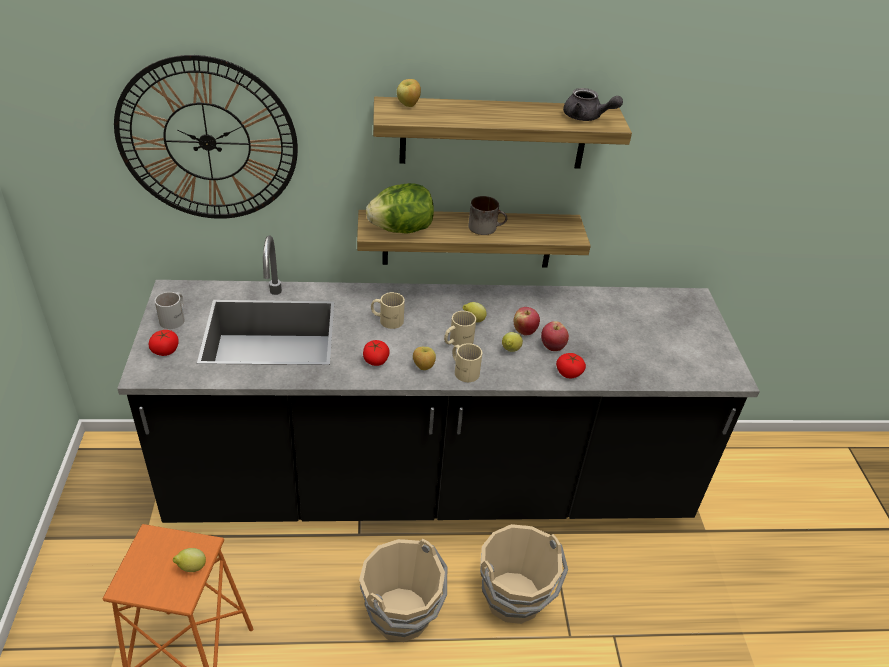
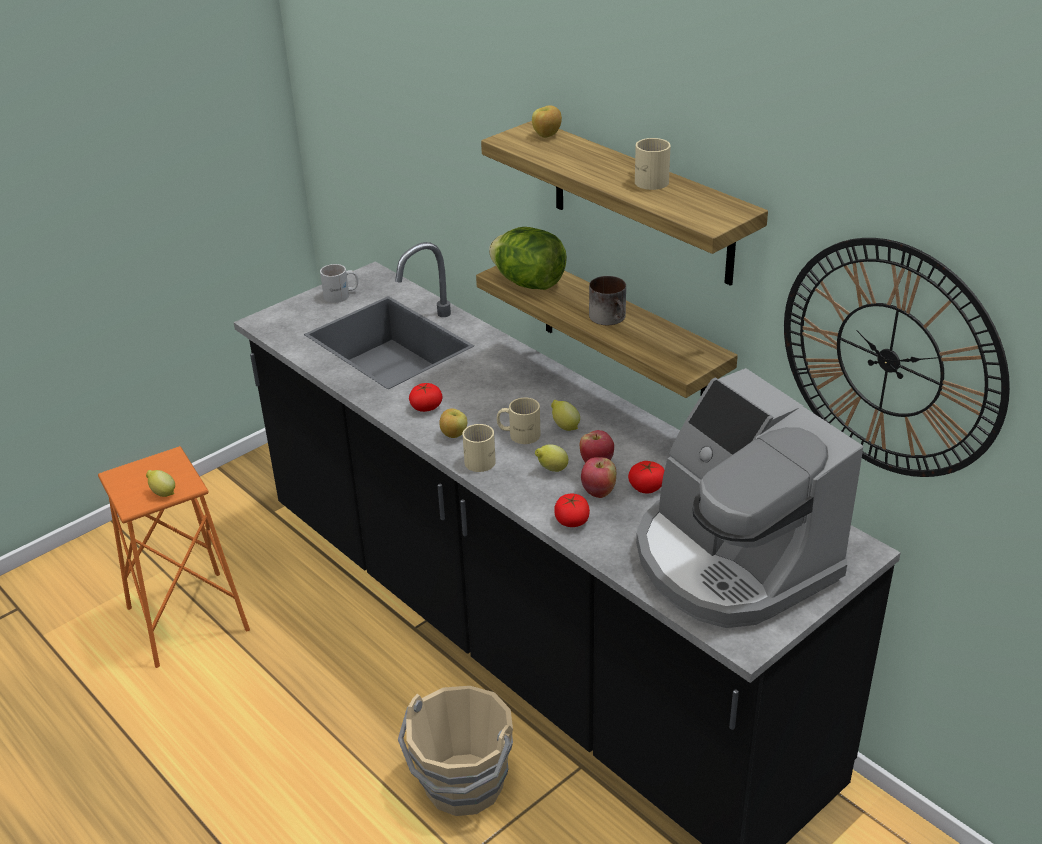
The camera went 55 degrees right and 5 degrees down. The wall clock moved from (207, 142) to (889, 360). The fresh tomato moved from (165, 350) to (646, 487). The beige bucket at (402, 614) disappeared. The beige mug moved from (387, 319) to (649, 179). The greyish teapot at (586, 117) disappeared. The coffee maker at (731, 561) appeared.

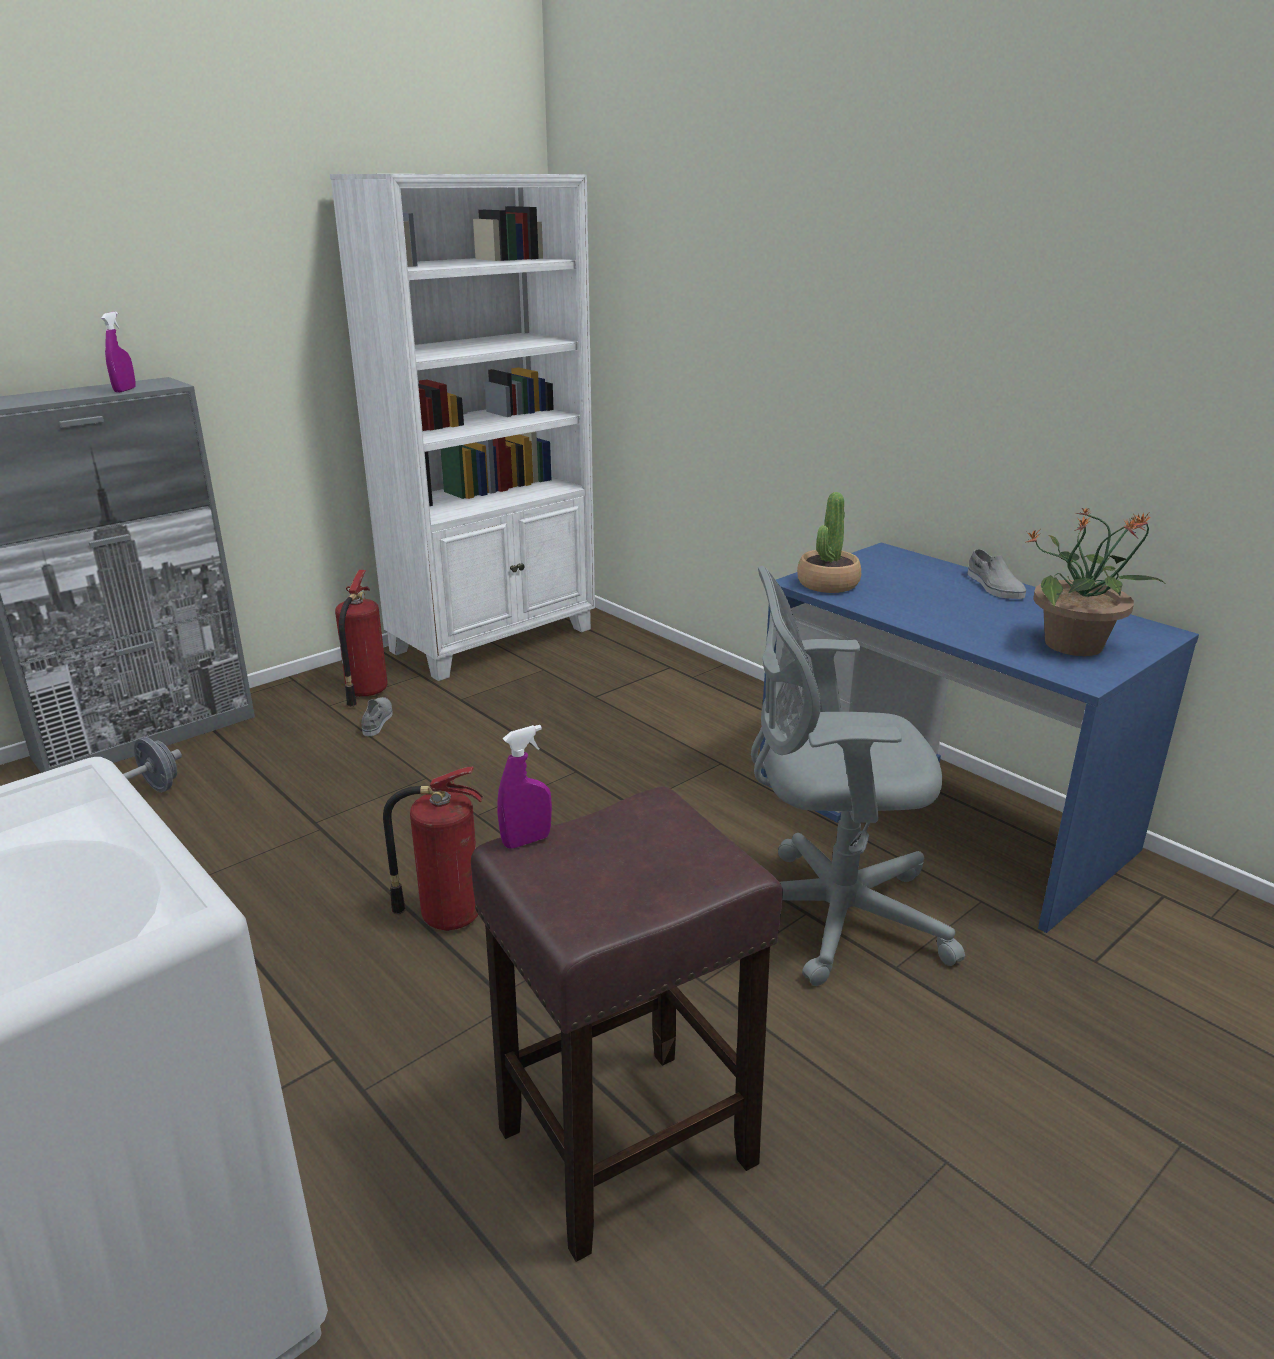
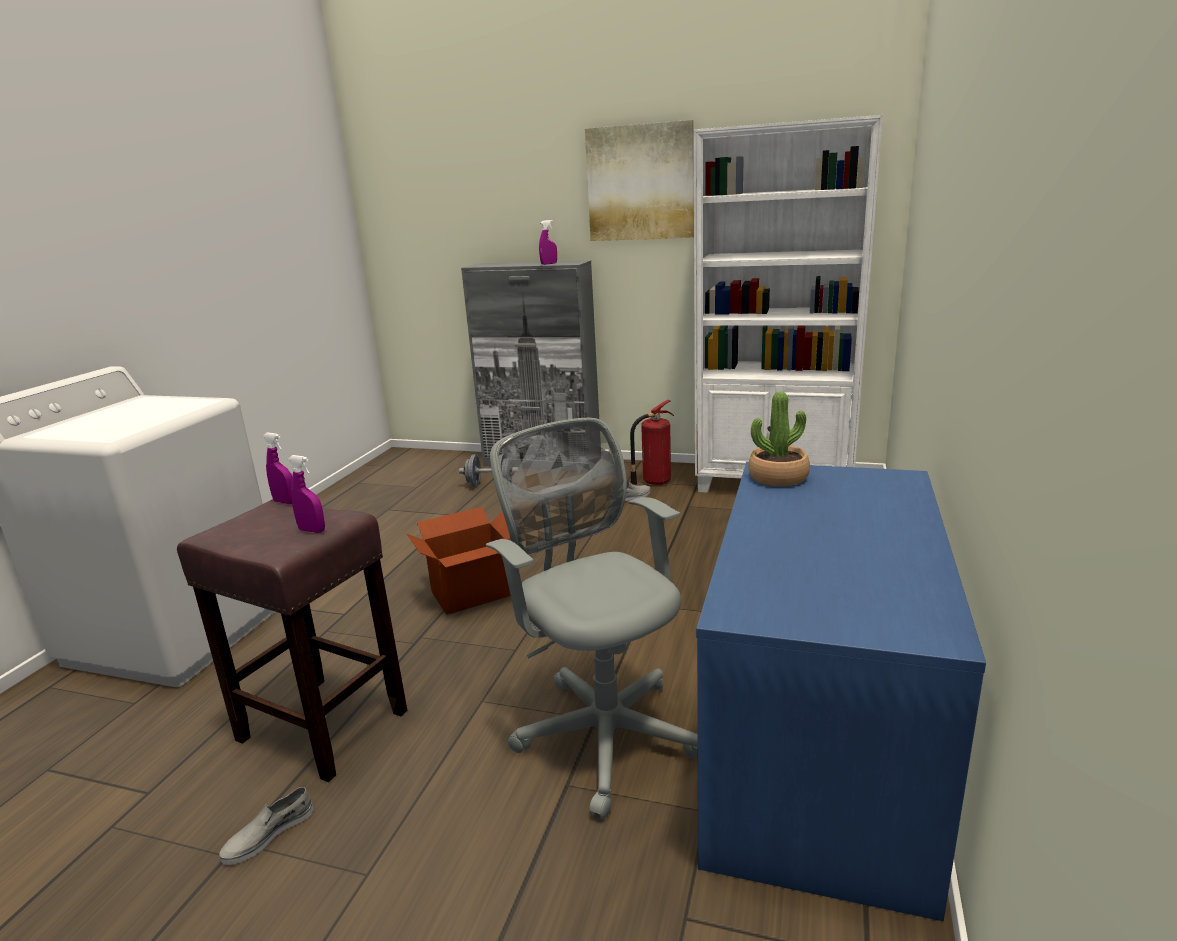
The camera went 60 degrees right and 5 degrees down. The extinguisher at (447, 916) was replaced by the cardboard box at (472, 594). The greyish shoe moved from (994, 586) to (268, 834). The potted plant at (1075, 645) disappeared. The purplish sprayer at (312, 530) appeared. The wall picture at (640, 183) appeared.

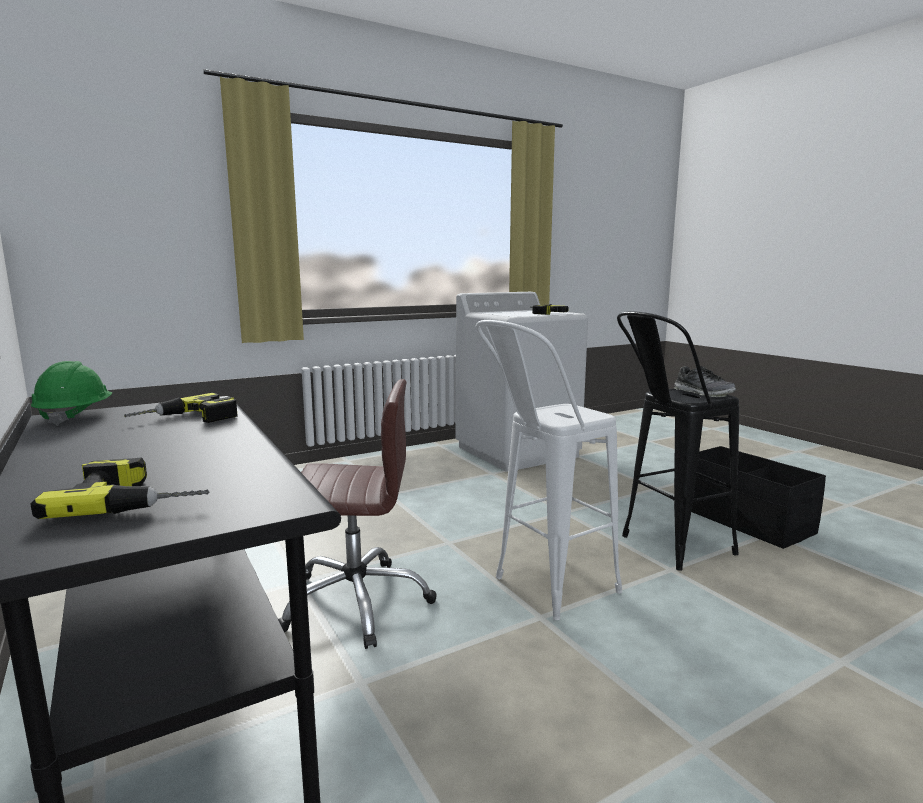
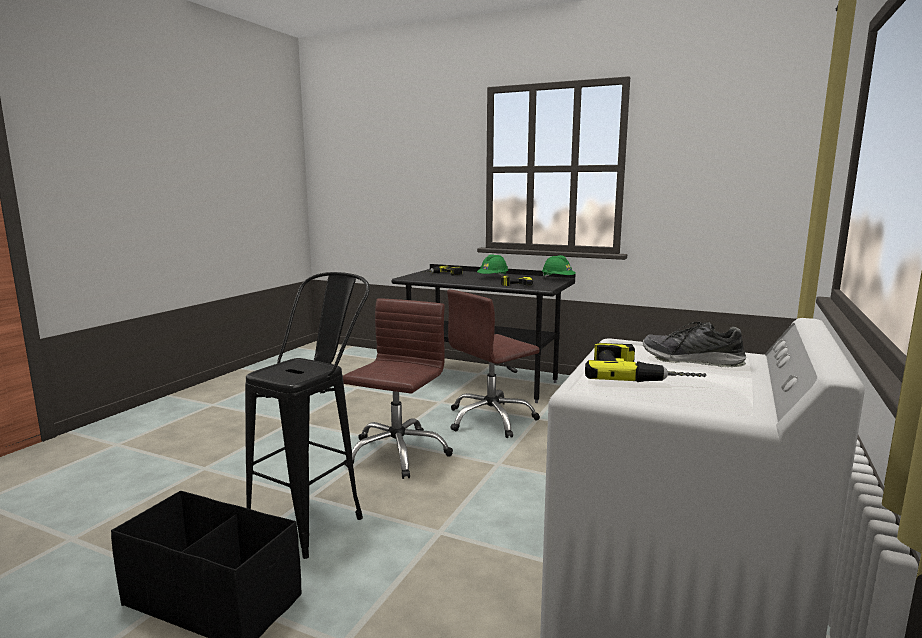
The camera went 145 degrees right and 0 degrees up. The white stool at (542, 591) was replaced by the brownish computer chair at (397, 453). The shoe moved from (703, 393) to (692, 360). The greenish hard hat at (493, 278) appeared.

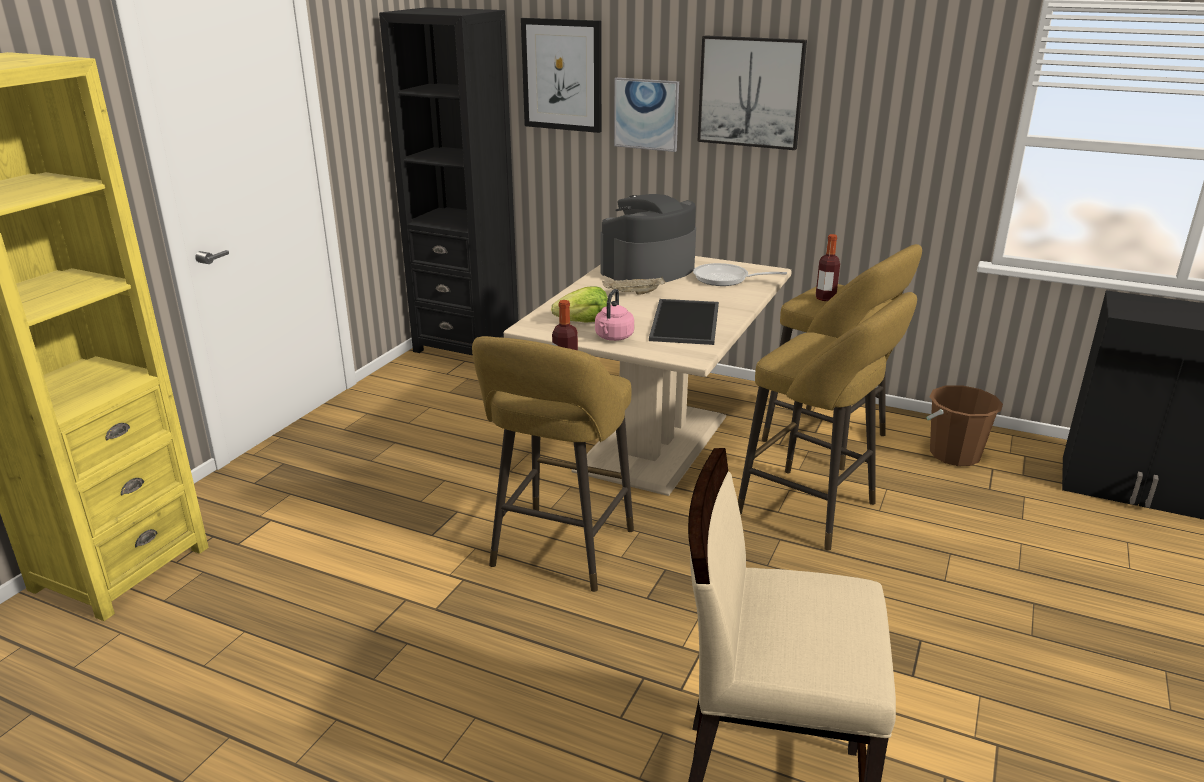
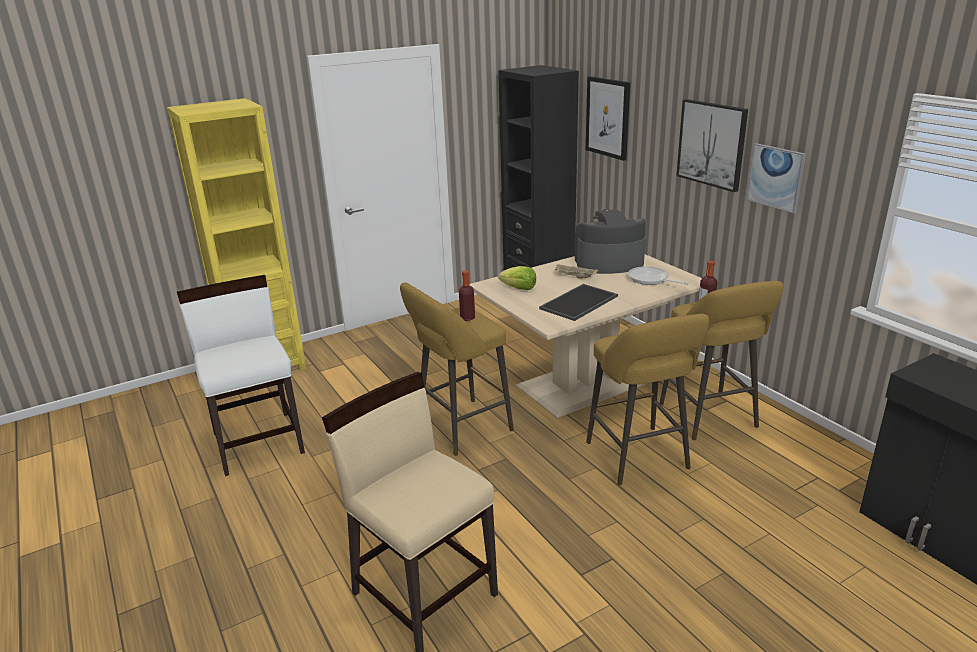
The camera went 35 degrees right and 0 degrees up. The pinkish water kettle at (613, 337) disappeared. The wall picture moved from (646, 114) to (776, 177). The brownish bucket at (954, 455) disappeared. The white chair at (258, 441) appeared.

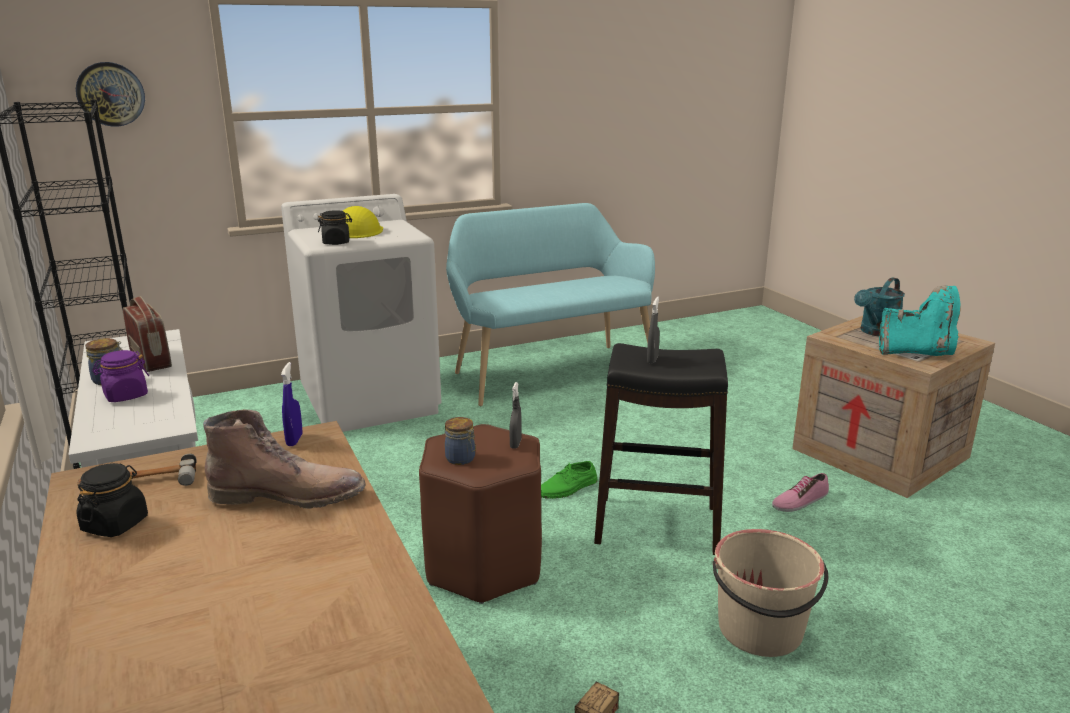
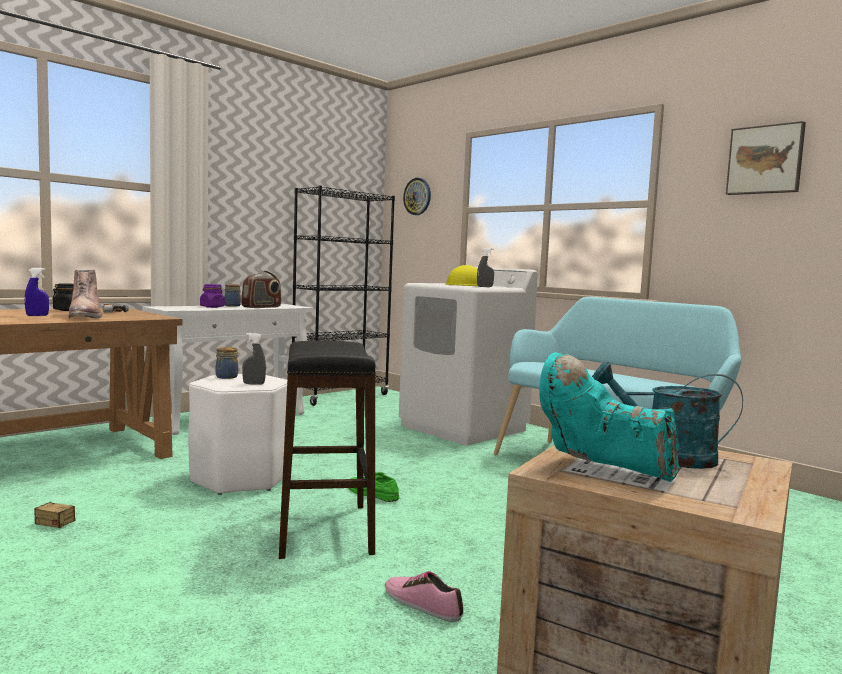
The camera went 70 degrees right and 15 degrees down. The bluish sprayer moved from (294, 440) to (37, 315). The black preserve jar at (336, 242) disappeared. The brownish stool at (484, 566) became the white stool at (240, 479). The greyish sprayer moved from (652, 359) to (485, 287). The beige bucket at (760, 630) disappeared. The turquoise-coloured tall boot at (917, 353) turned 135 degrees clockwise. The wall picture at (765, 160) appeared.

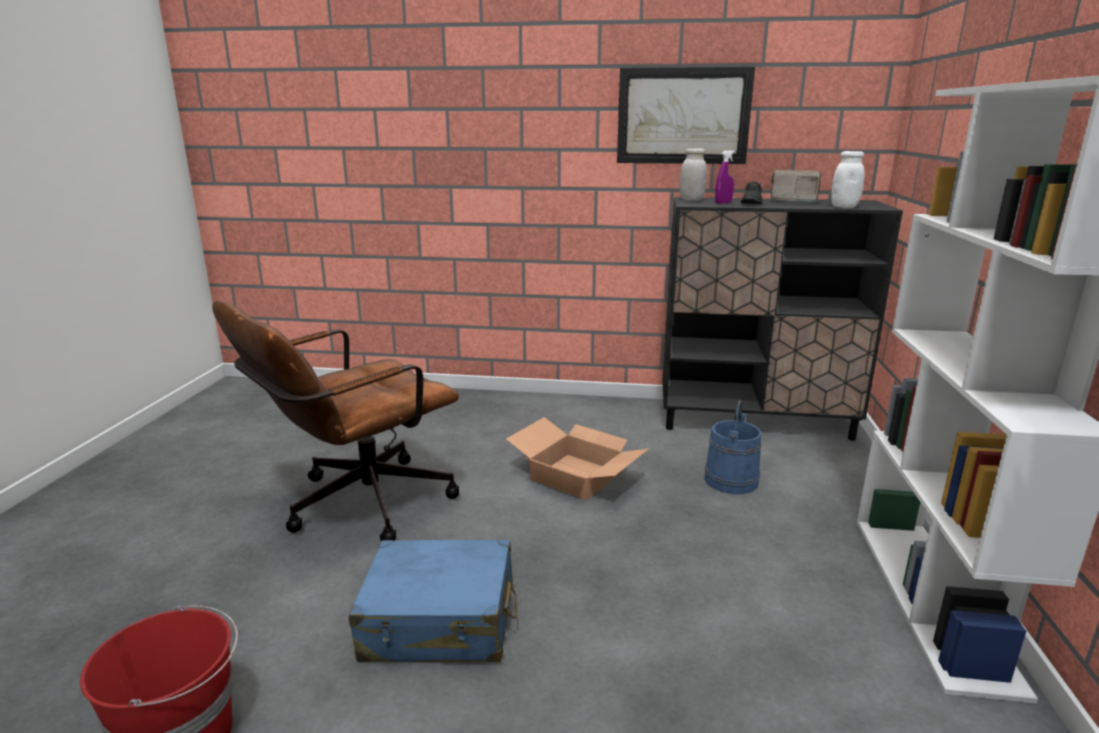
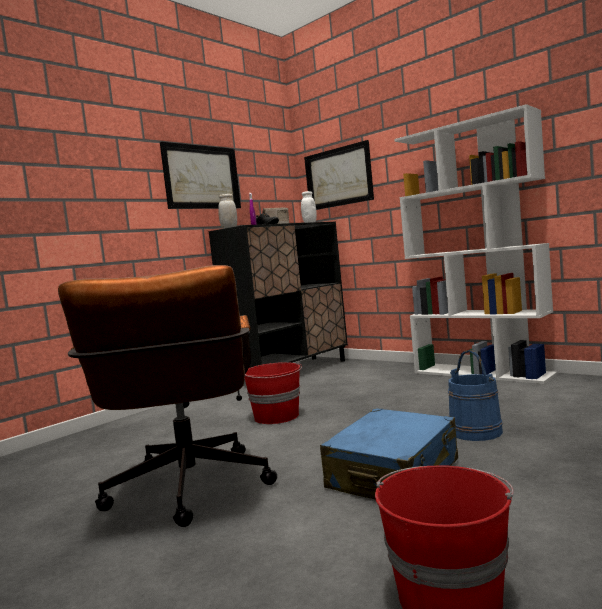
The camera went 55 degrees left and 15 degrees down. The cardboard box at (577, 476) was replaced by the reddish bucket at (277, 417). The bluish bucket moved from (730, 480) to (475, 431). The wall picture at (338, 177) appeared.

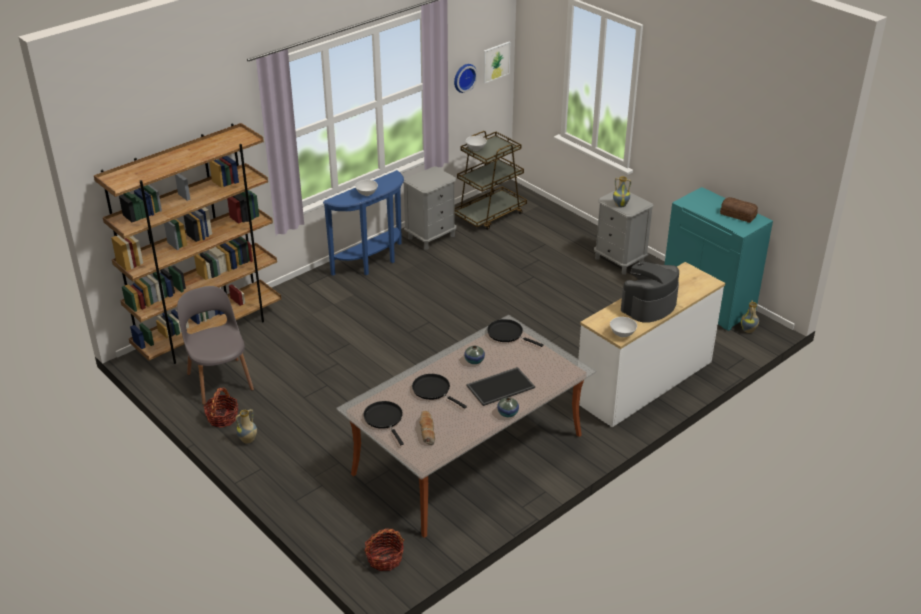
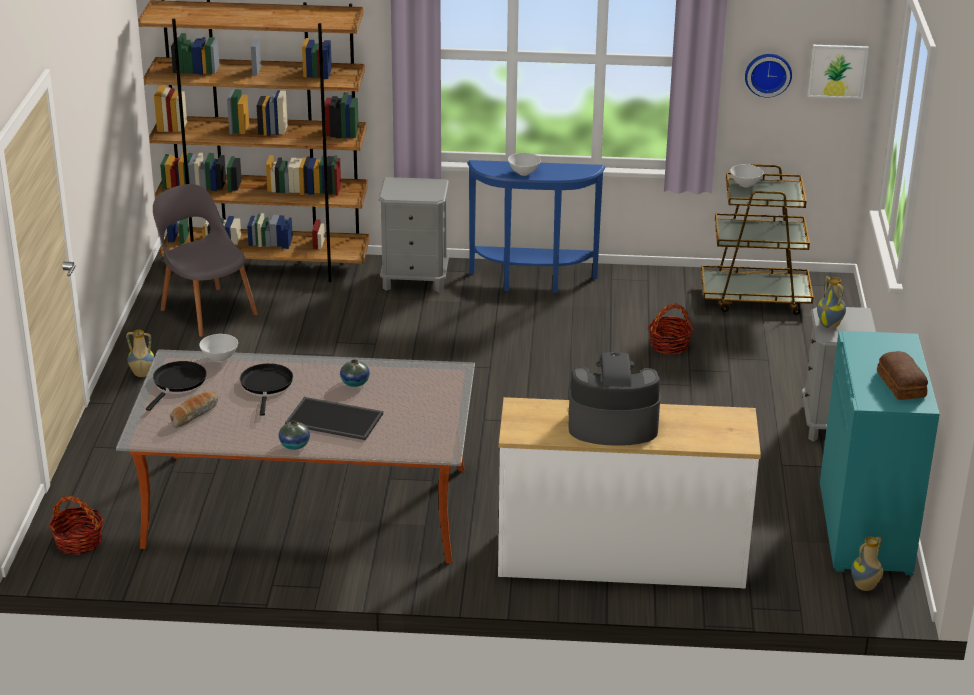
The camera went 45 degrees right and 5 degrees down. The greyish chair at (219, 379) turned 60 degrees counterclockwise. The basket moved from (222, 418) to (669, 345). The greyish night table moved from (431, 236) to (415, 280). The black skillet at (507, 334) disappeared. The white serving bowl moved from (622, 335) to (219, 359).

